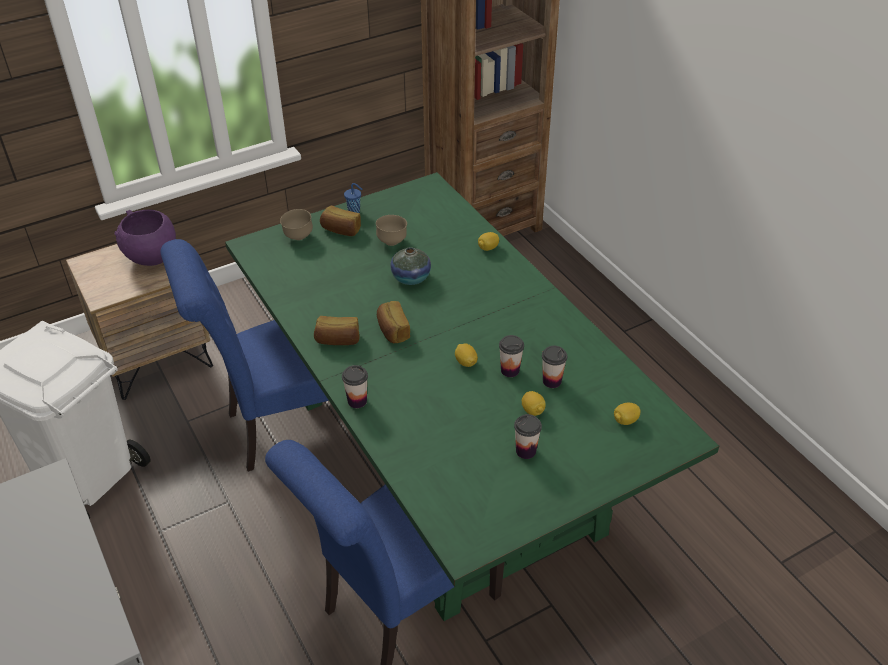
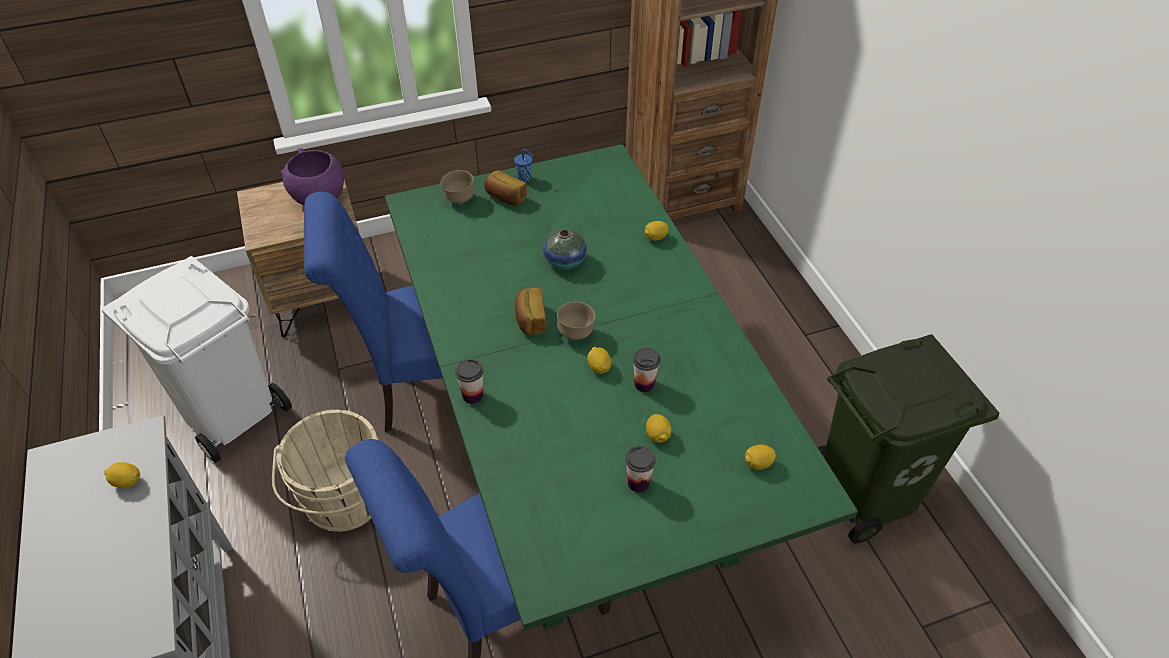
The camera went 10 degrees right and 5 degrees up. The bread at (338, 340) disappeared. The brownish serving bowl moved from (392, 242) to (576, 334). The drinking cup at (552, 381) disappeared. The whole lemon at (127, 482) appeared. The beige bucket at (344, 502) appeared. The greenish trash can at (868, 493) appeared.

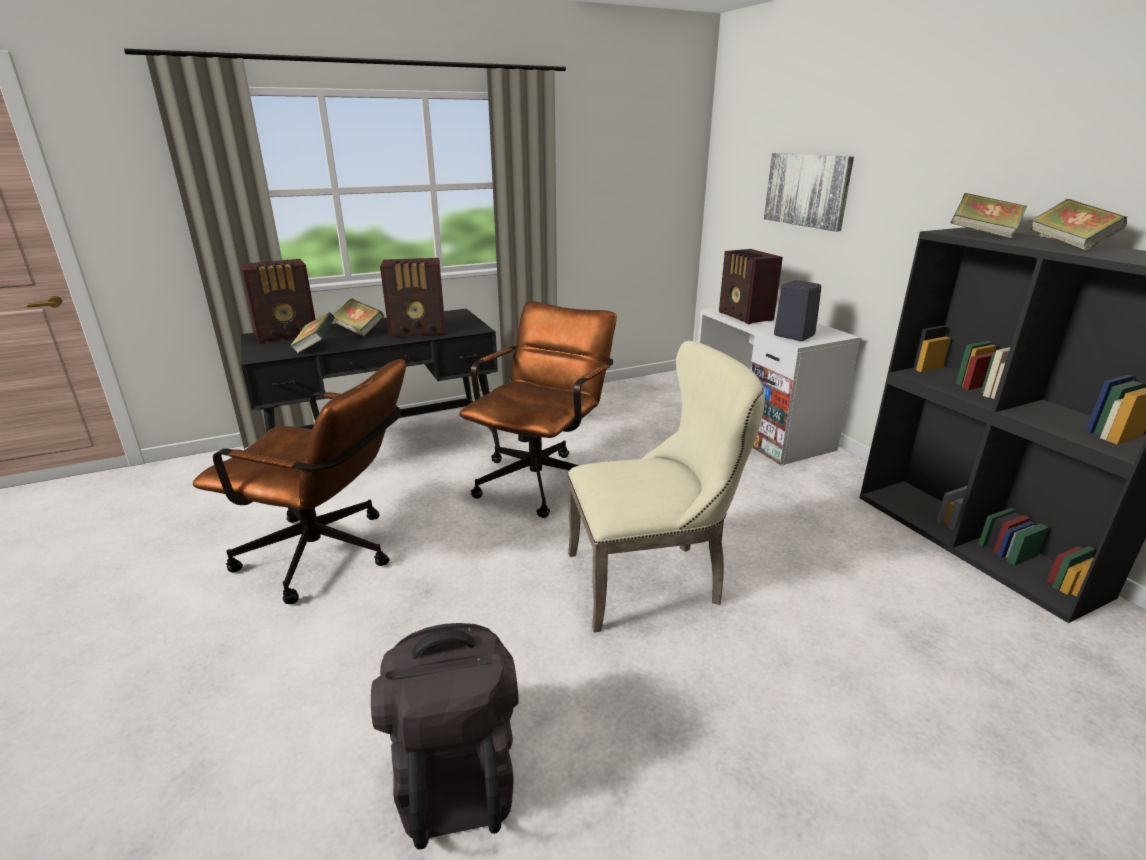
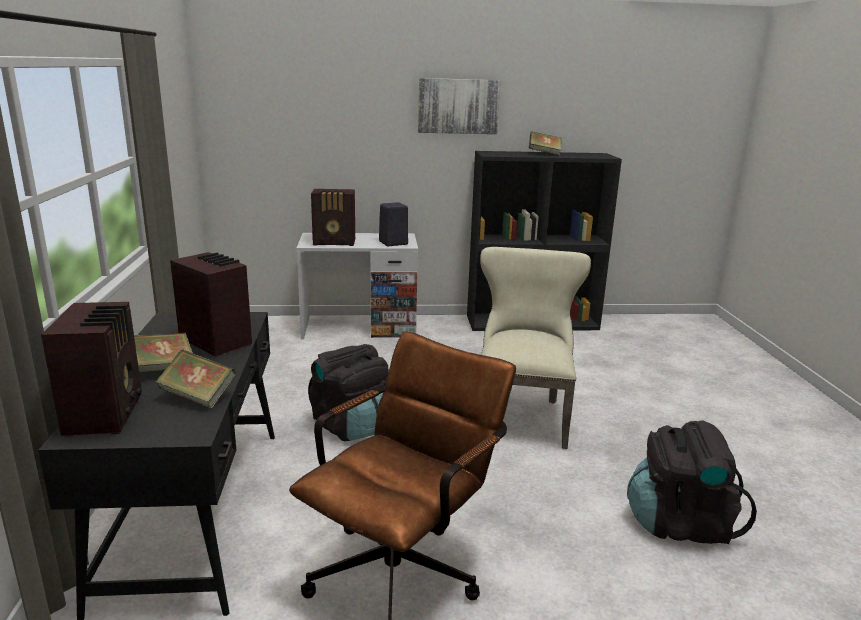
The camera went 70 degrees left and 5 degrees down. The radio set at (419, 331) turned 60 degrees counterclockwise. The brownish computer chair at (542, 478) was replaced by the black knapsack at (351, 426). The wall picture moved from (807, 190) to (458, 106). The volume at (983, 234) disappeared.

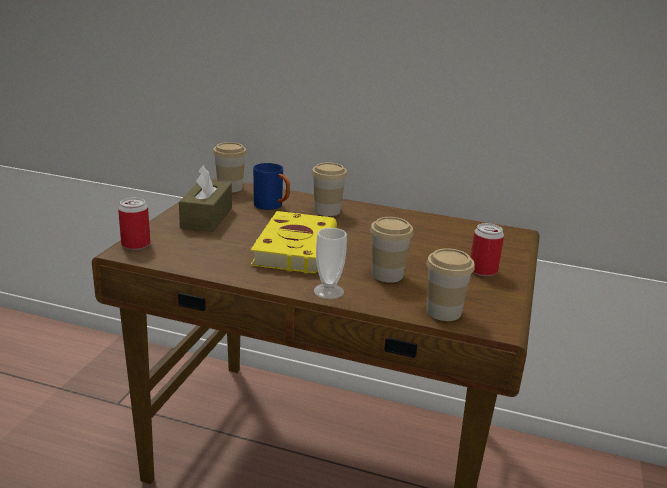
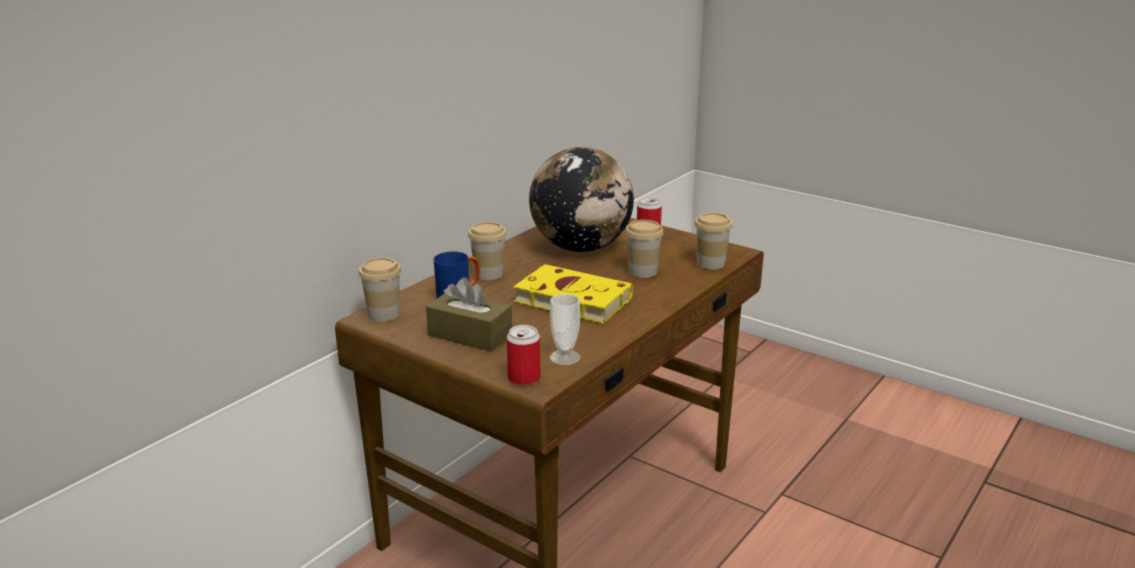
The camera went 70 degrees left and 0 degrees up. The drinking cup moved from (328, 291) to (565, 357). The world globe at (581, 247) appeared.

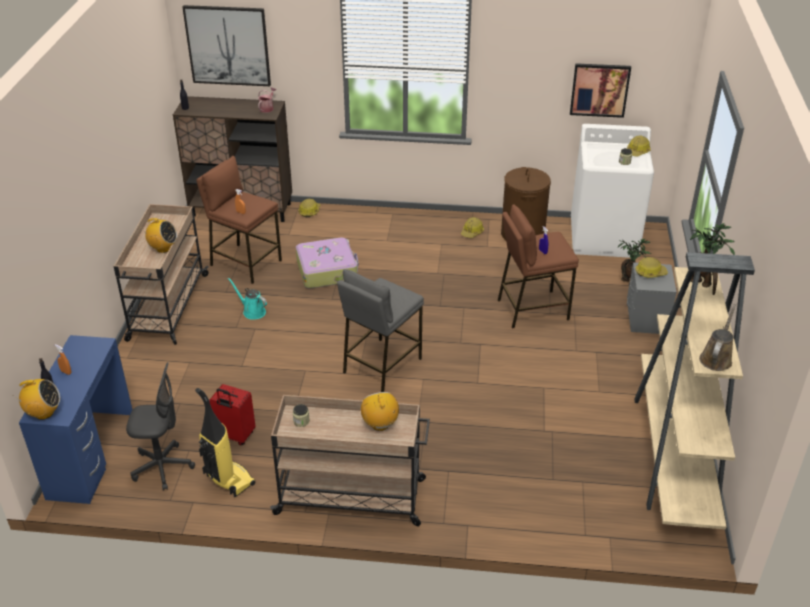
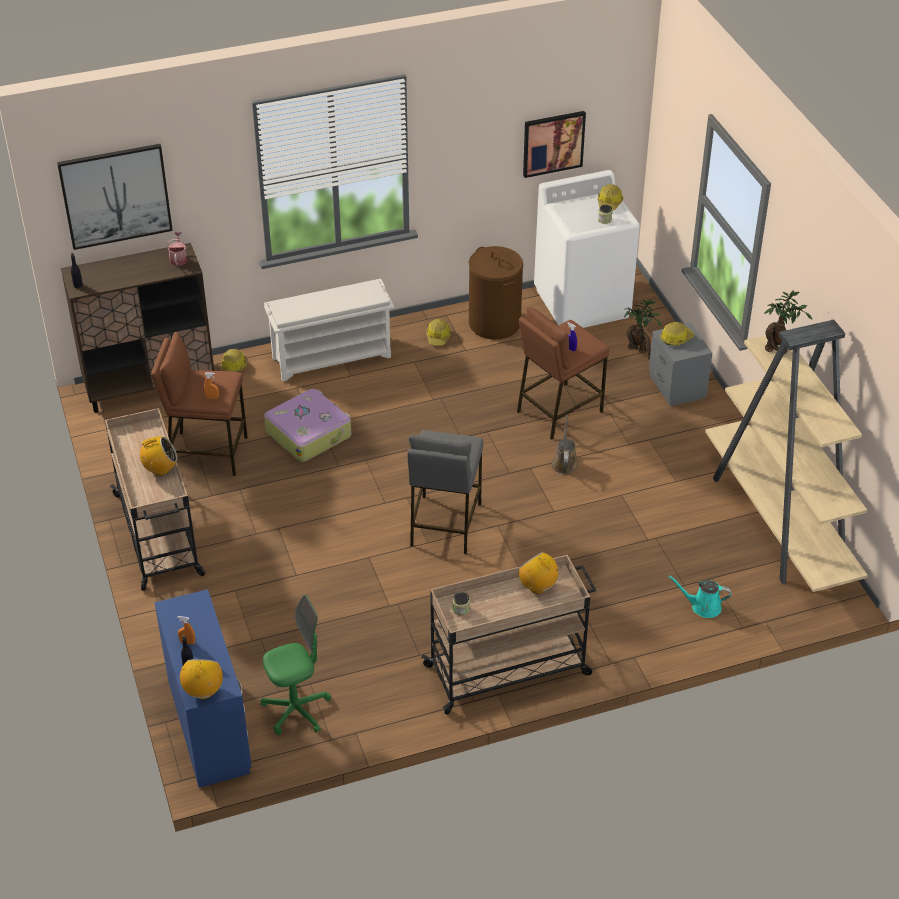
The camera went 25 degrees left and 5 degrees up. The radio set at (43, 413) turned 60 degrees counterclockwise. The greyish computer chair at (162, 467) became the greenish computer chair at (296, 710). The vacuum at (228, 479) disappeared. The reddish suitcase at (235, 436) disappeared. The turquoise-coloured watering pot moved from (252, 311) to (702, 607). The brownish watering pot moved from (716, 358) to (564, 462). The white shoe stand at (332, 356) appeared.

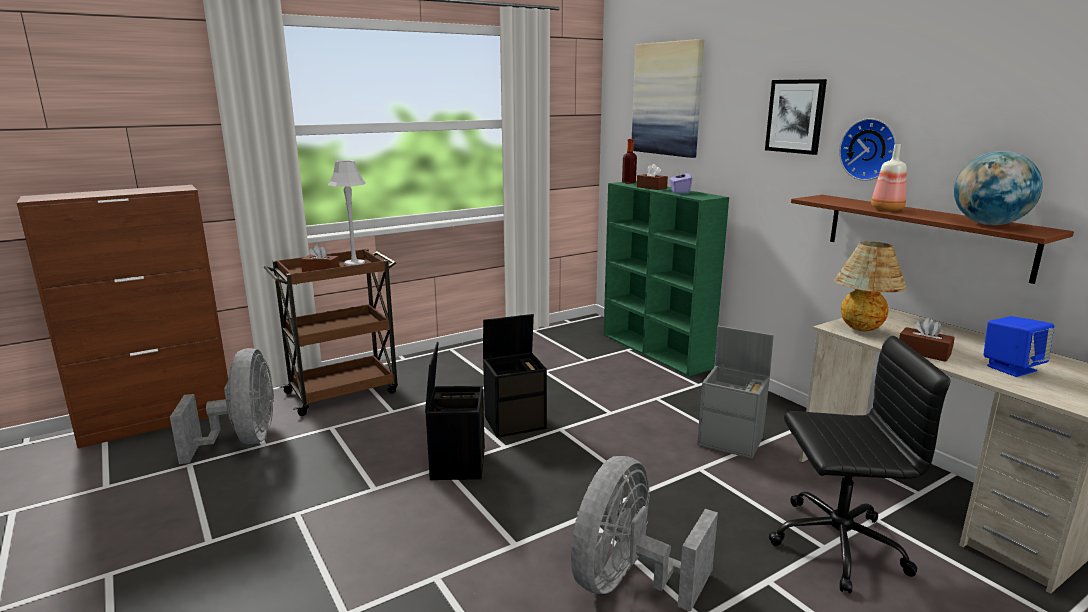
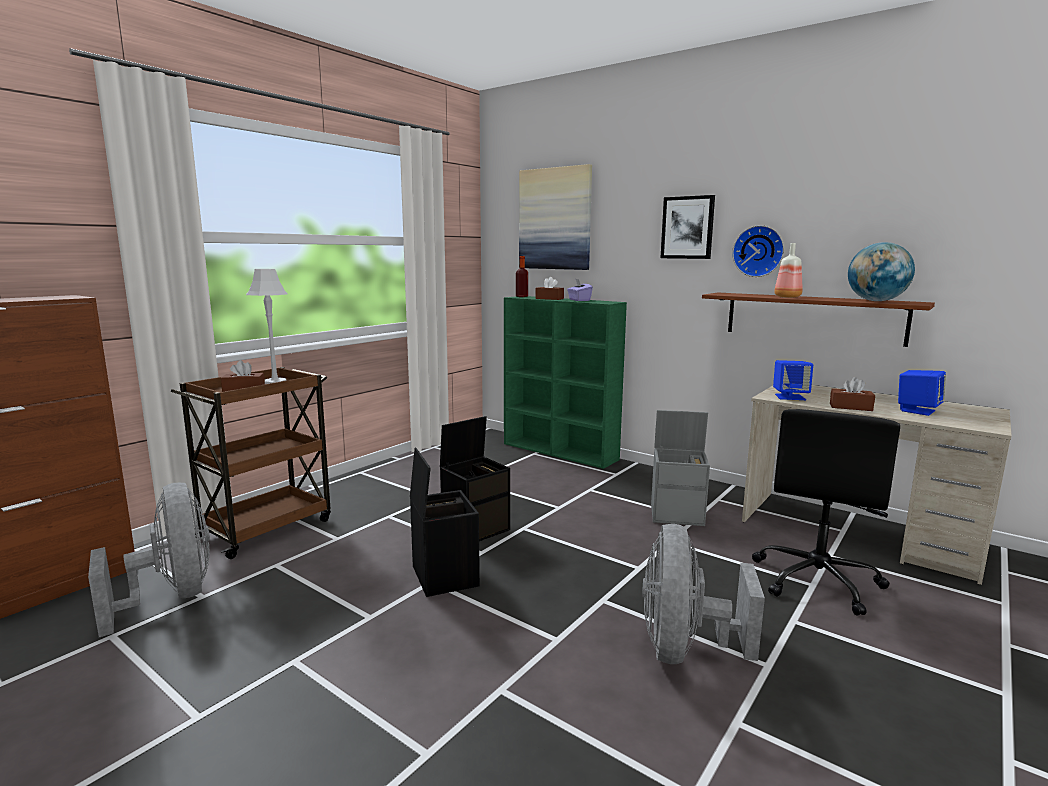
The camera went 20 degrees left and 5 degrees down. The black computer chair at (834, 544) turned 135 degrees clockwise. The lamp for a table at (862, 330) was replaced by the bluish loudspeaker at (790, 397).

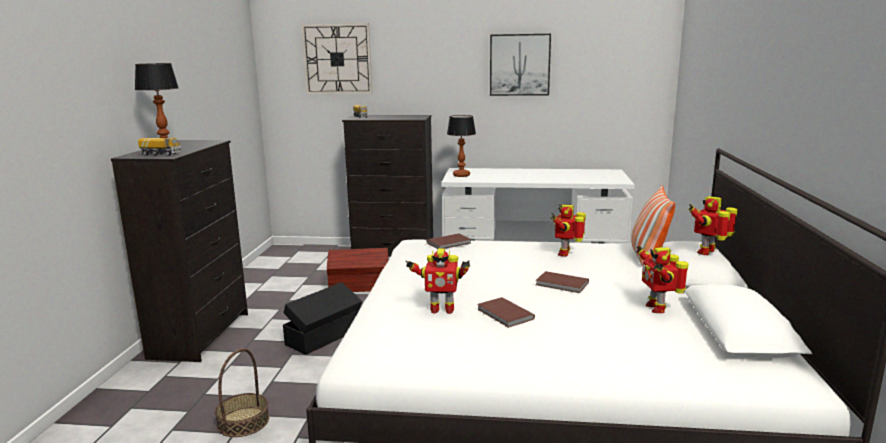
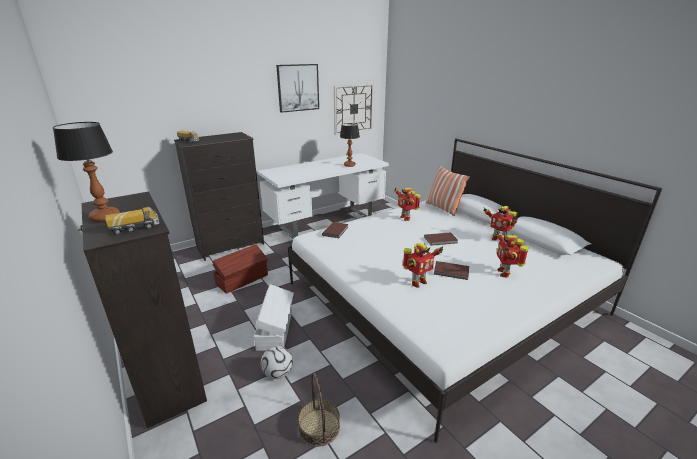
The camera went 40 degrees left and 10 degrees up. The black storage container at (325, 336) became the white storage container at (276, 329). The wall clock moved from (337, 59) to (353, 109). The lamp for a table moved from (461, 175) to (349, 165). The model robot moved from (708, 252) to (504, 273). The football at (277, 373) appeared.

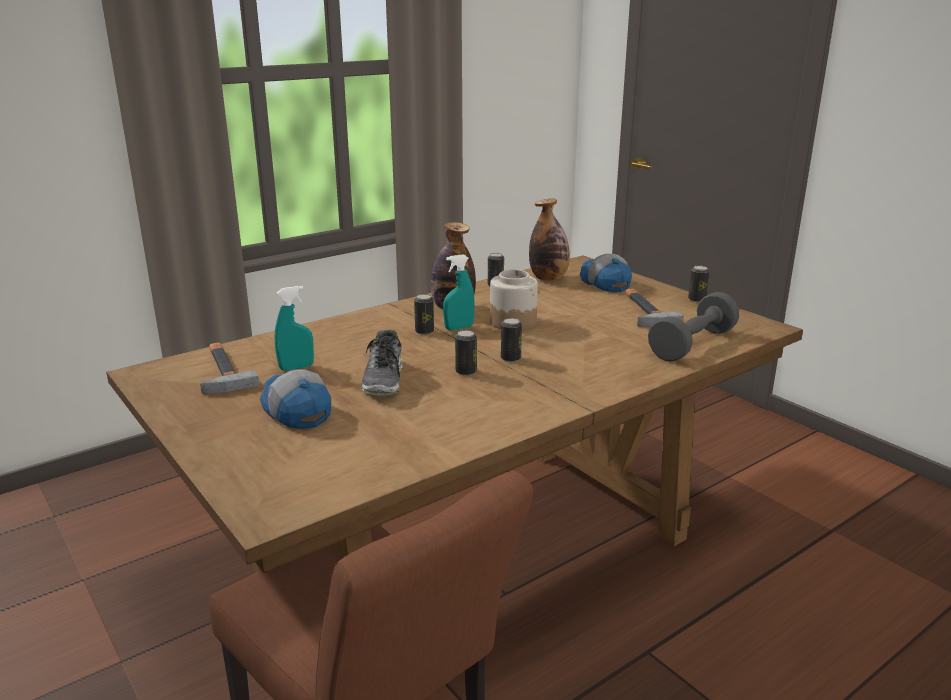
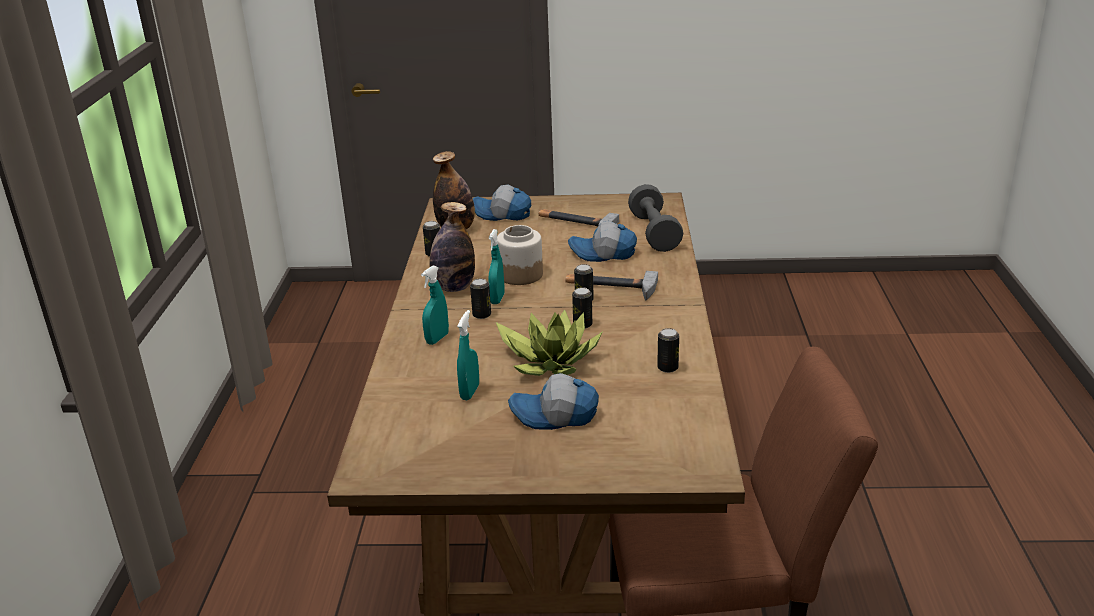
The camera went 50 degrees left and 5 degrees up. The hand hammer moved from (221, 370) to (610, 287). The shoe at (384, 380) was replaced by the potted plant at (550, 361). The can moved from (696, 300) to (667, 368). The turquoise-coloured sprayer at (437, 339) appeared. The cap at (603, 254) appeared.

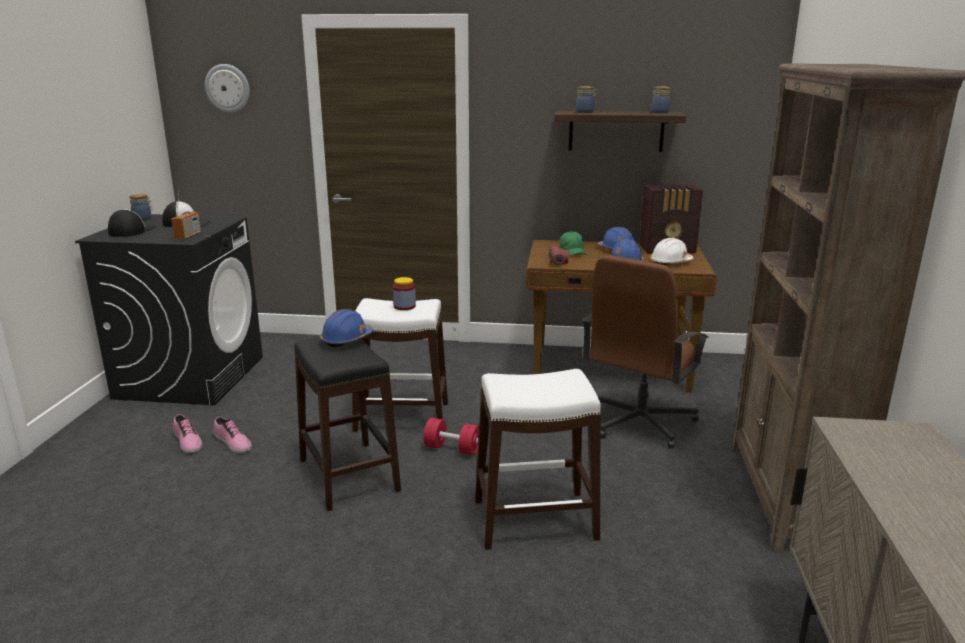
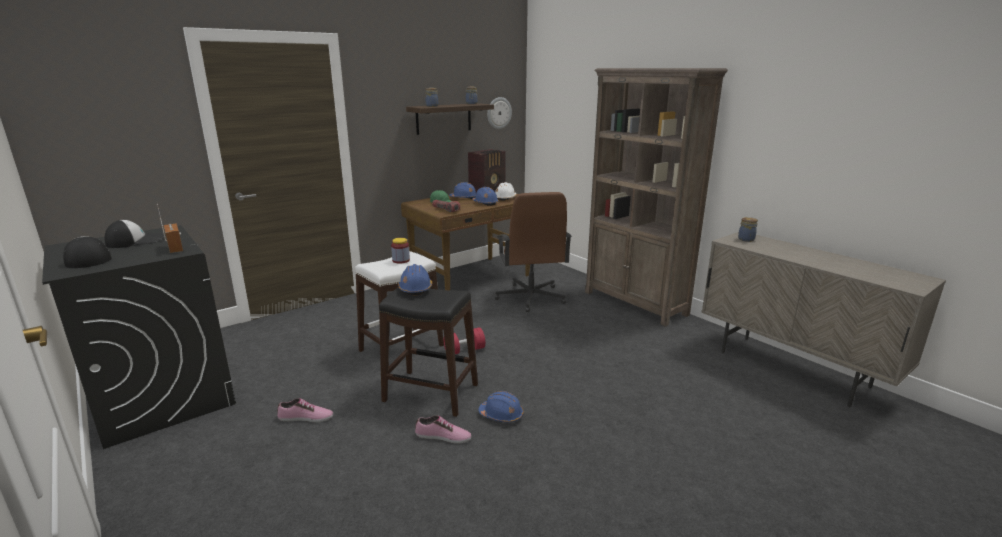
The camera went 45 degrees left and 0 degrees up. The preserve jar moved from (143, 219) to (746, 239). The shoe moved from (187, 441) to (443, 437). The wall clock moved from (227, 88) to (499, 113). The white stool at (534, 519) disappeared. The bluish hard hat at (501, 415) appeared.

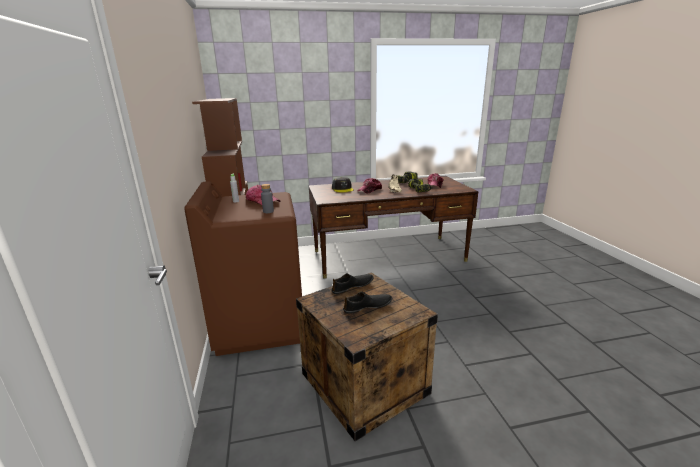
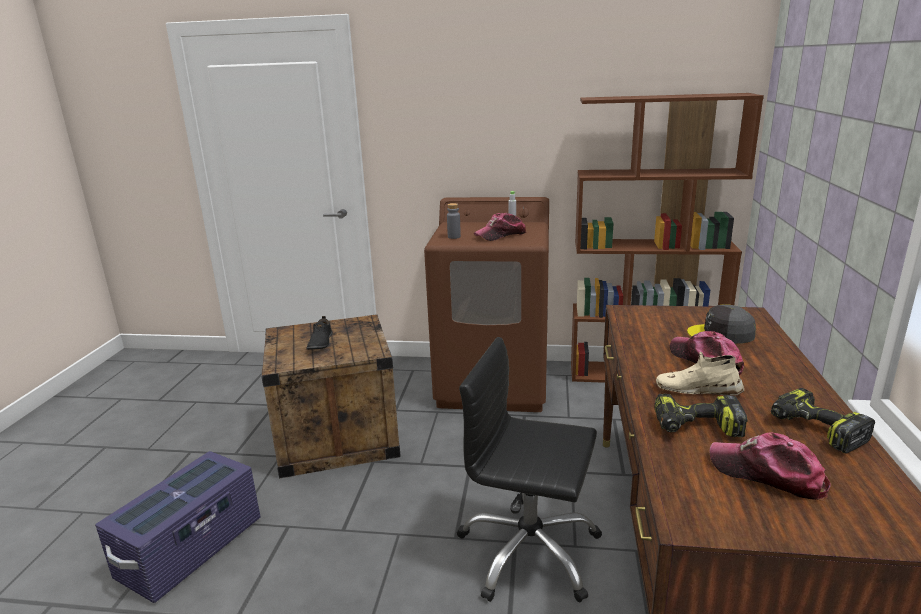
The camera went 110 degrees right and 0 degrees up. The black shoe at (352, 286) disappeared. The purplish storage container at (192, 548) appeared. The black computer chair at (529, 551) appeared.

